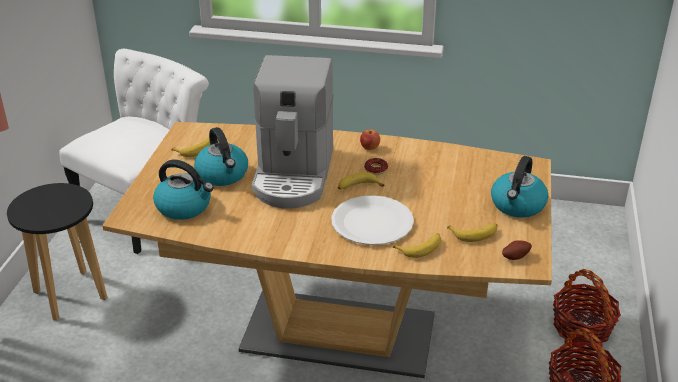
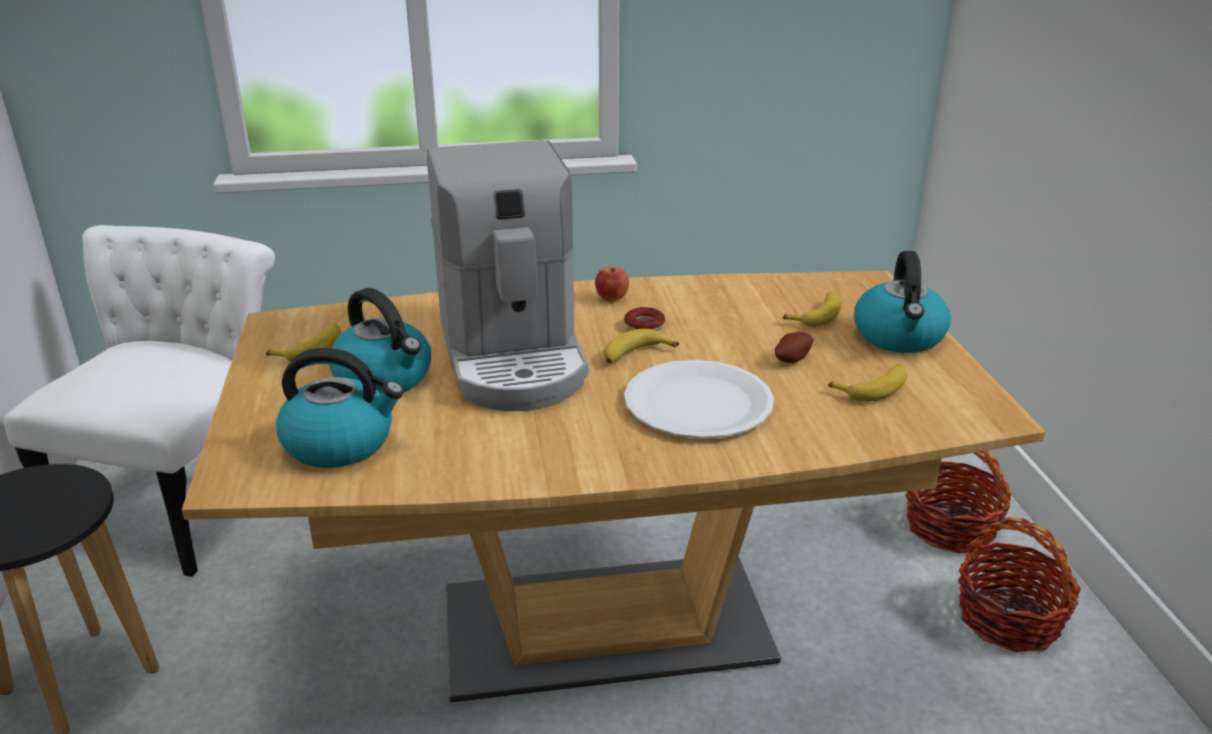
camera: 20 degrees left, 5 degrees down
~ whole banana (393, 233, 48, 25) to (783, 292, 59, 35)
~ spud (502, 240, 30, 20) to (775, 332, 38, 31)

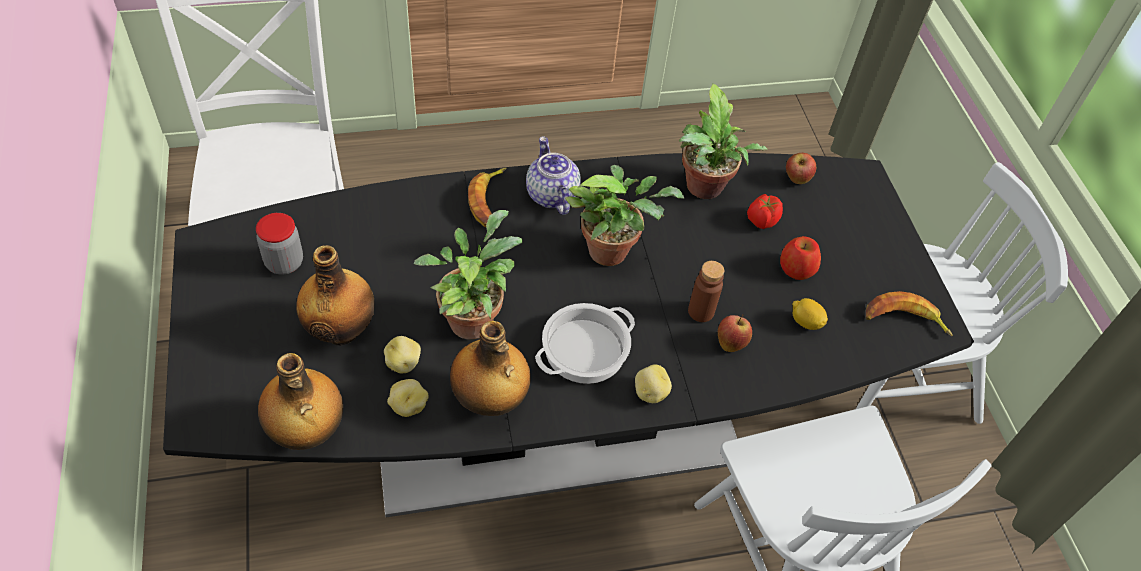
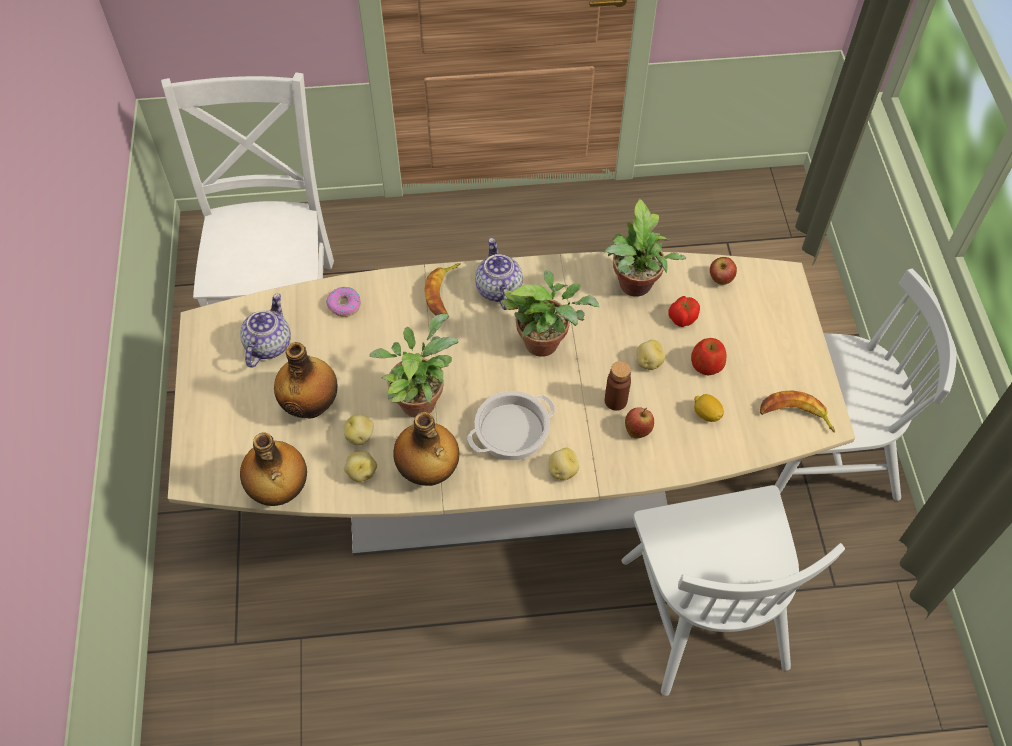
camera: 10 degrees right, 5 degrees up
~ dinner table (black-coloured) (163, 153, 811, 364) to dinner table (beige) (168, 252, 687, 304)
~ jar (256, 213, 47, 61) to tea pot (240, 293, 51, 75)
+ doughnut (326, 287, 35, 30)
+ spud (636, 340, 29, 30)

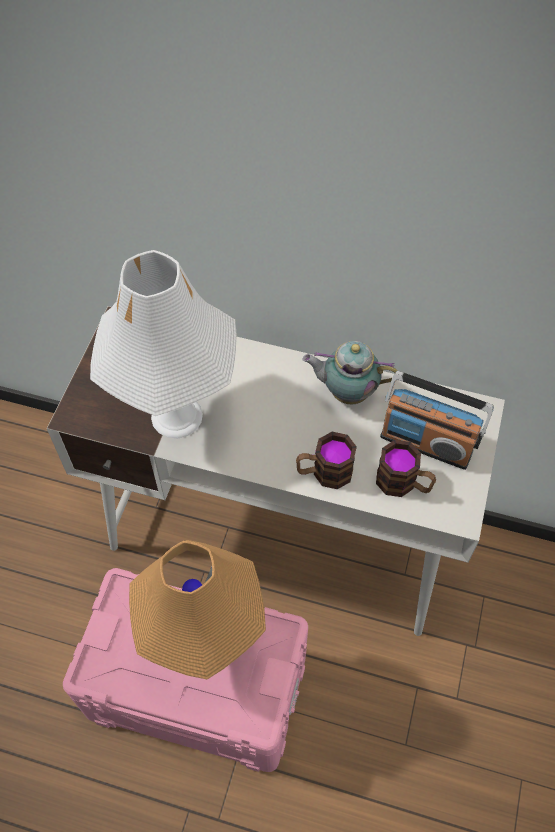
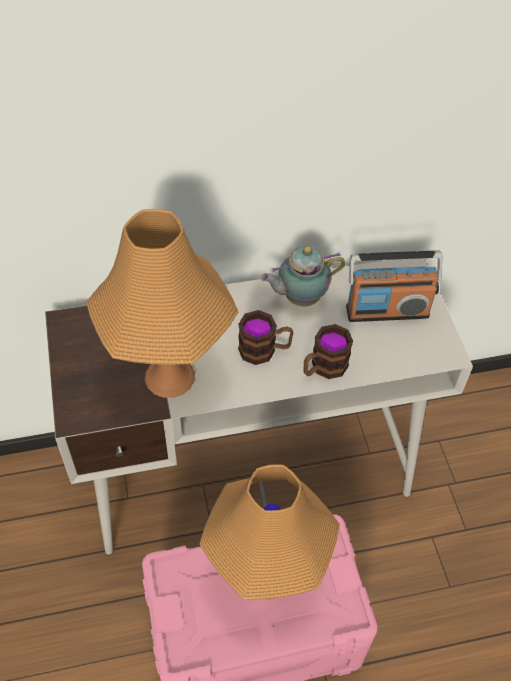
camera: 30 degrees left, 5 degrees down
~ tabletop lamp (white-coloured) (90, 250, 147, 188) to tabletop lamp (orange-coloured) (86, 209, 153, 189)
~ tea mug (376, 440, 60, 57) to (238, 310, 56, 55)

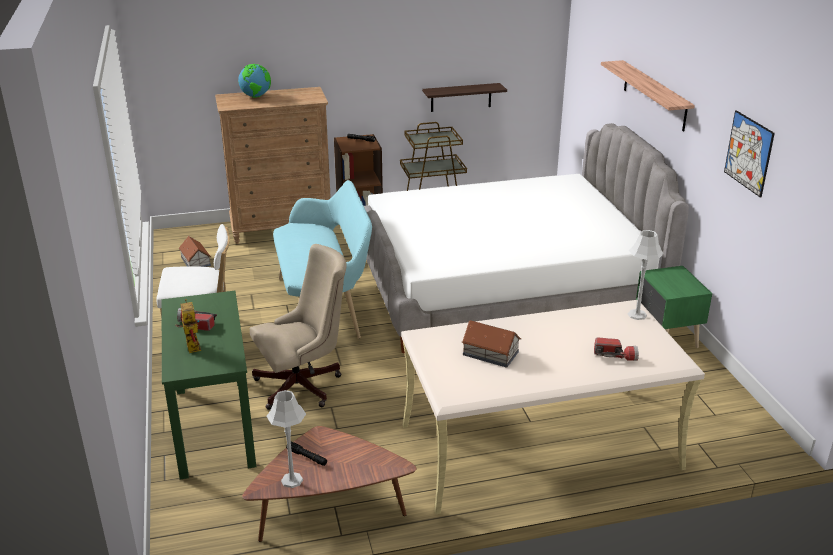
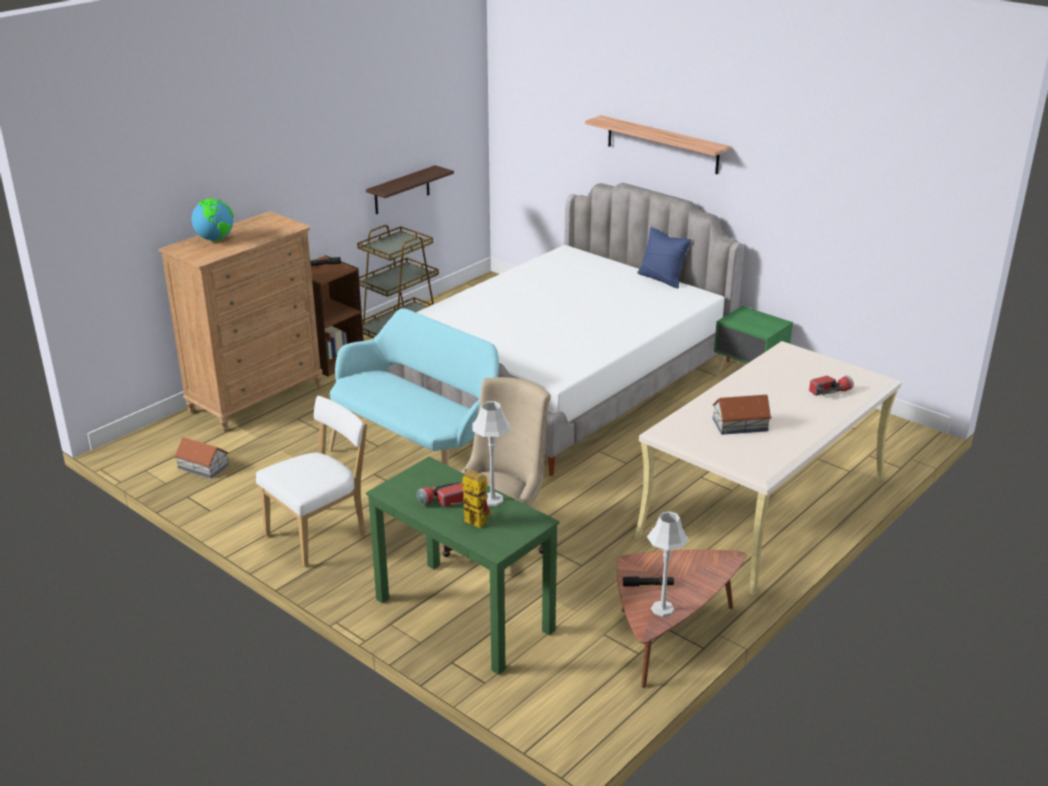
camera: 35 degrees left, 0 degrees up
~ tabletop lamp (gray) (628, 230, 36, 90) to (472, 401, 38, 105)
- wall art (724, 110, 51, 88)
+ pillow (bluish) (637, 227, 54, 61)

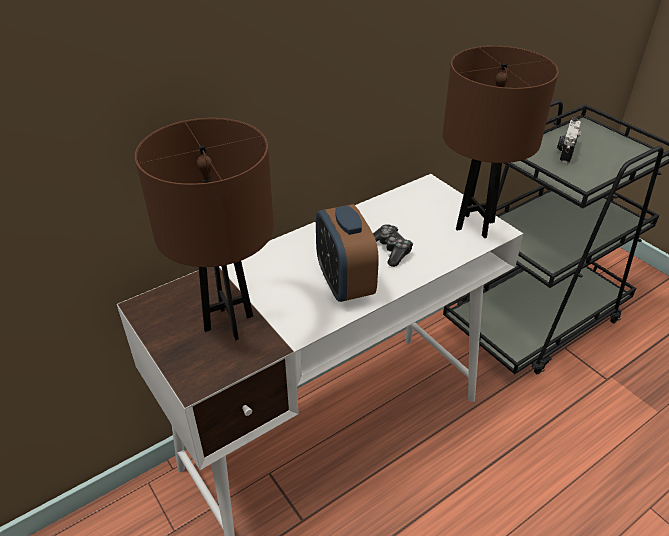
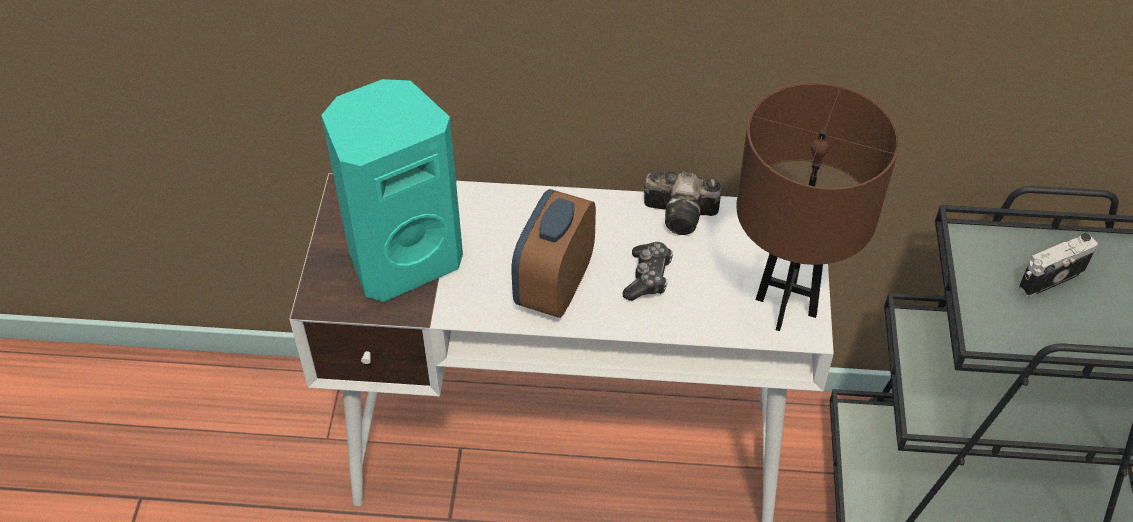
camera: 40 degrees right, 10 degrees up
~ tabletop lamp (brownish) (135, 118, 139, 222) to loudspeaker (blue-green) (321, 79, 142, 223)
+ still camera (644, 171, 78, 64)

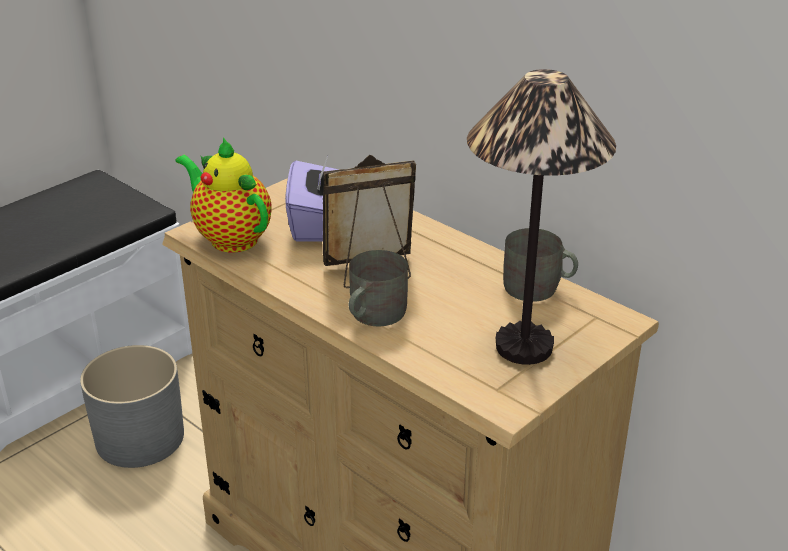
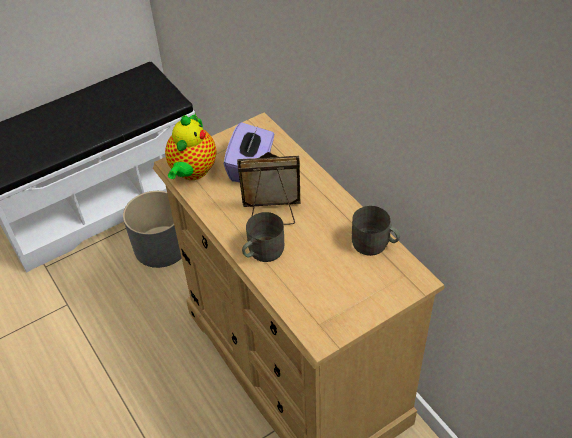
camera: 15 degrees right, 15 degrees up
~ tea pot (175, 138, 97, 114) = (165, 113, 52, 67) 135 degrees counterclockwise
- tabletop lamp (467, 69, 149, 296)

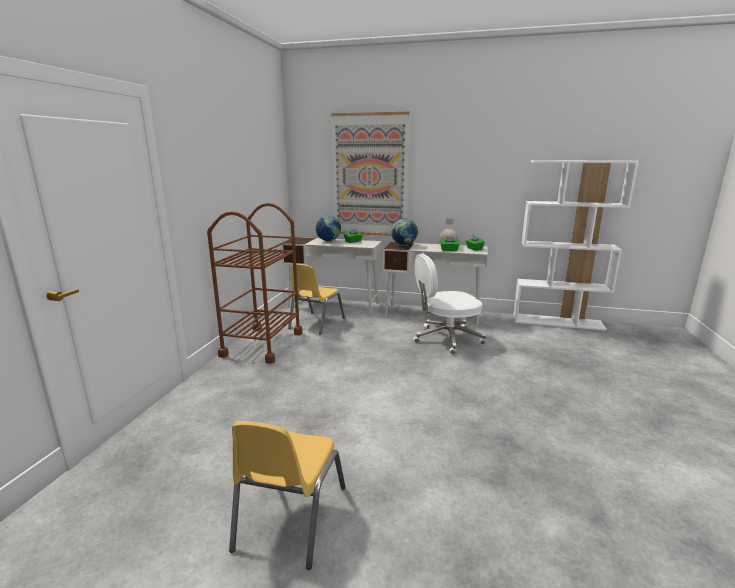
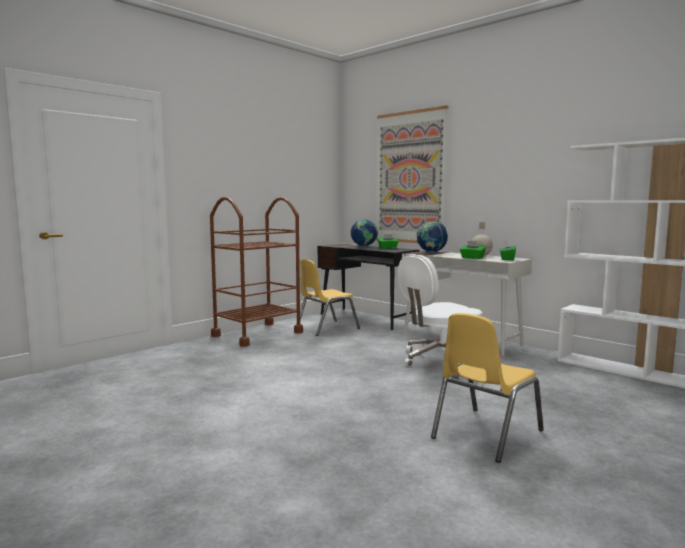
camera: 30 degrees right, 10 degrees down
~ upright chair (yellow-coloured) (229, 421, 116, 149) to (431, 313, 113, 150)
~ desk (white-coloured) (281, 237, 101, 78) to desk (black-coloured) (318, 244, 102, 86)
~ office chair (white-coloured) (414, 253, 72, 101) = (398, 254, 84, 112) 45 degrees counterclockwise

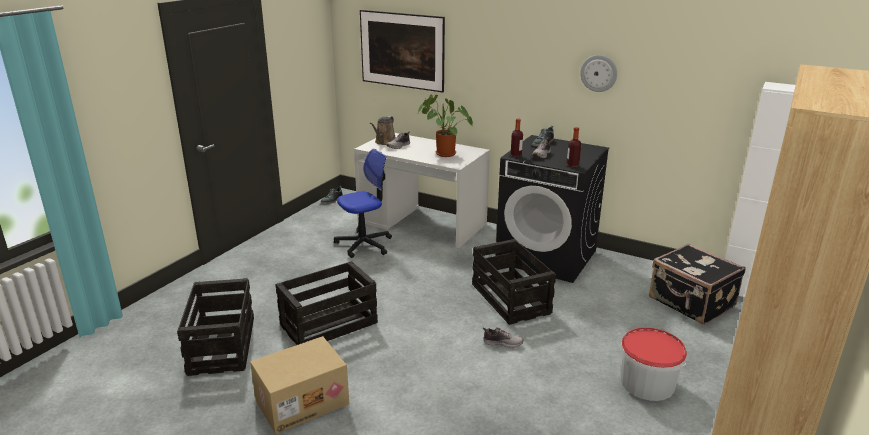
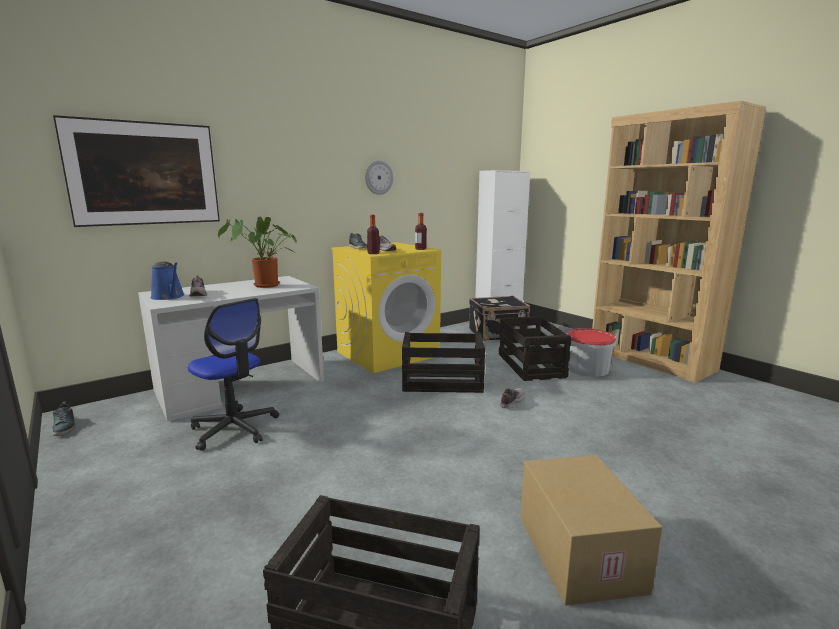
camera: 65 degrees left, 10 degrees down
~ packing crate (275, 261, 103, 84) to (499, 316, 73, 65)
~ office chair (334, 148, 58, 110) = (188, 298, 91, 153) 135 degrees clockwise
~ watering can (brownish) (370, 116, 26, 29) to watering can (bluish) (151, 262, 33, 38)
~ laundry machine (black-coloured) (495, 135, 114, 148) to laundry machine (yellow-coloured) (331, 242, 110, 131)

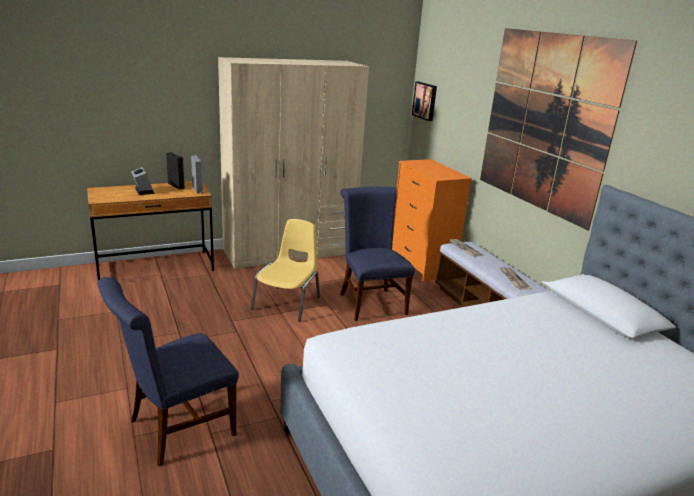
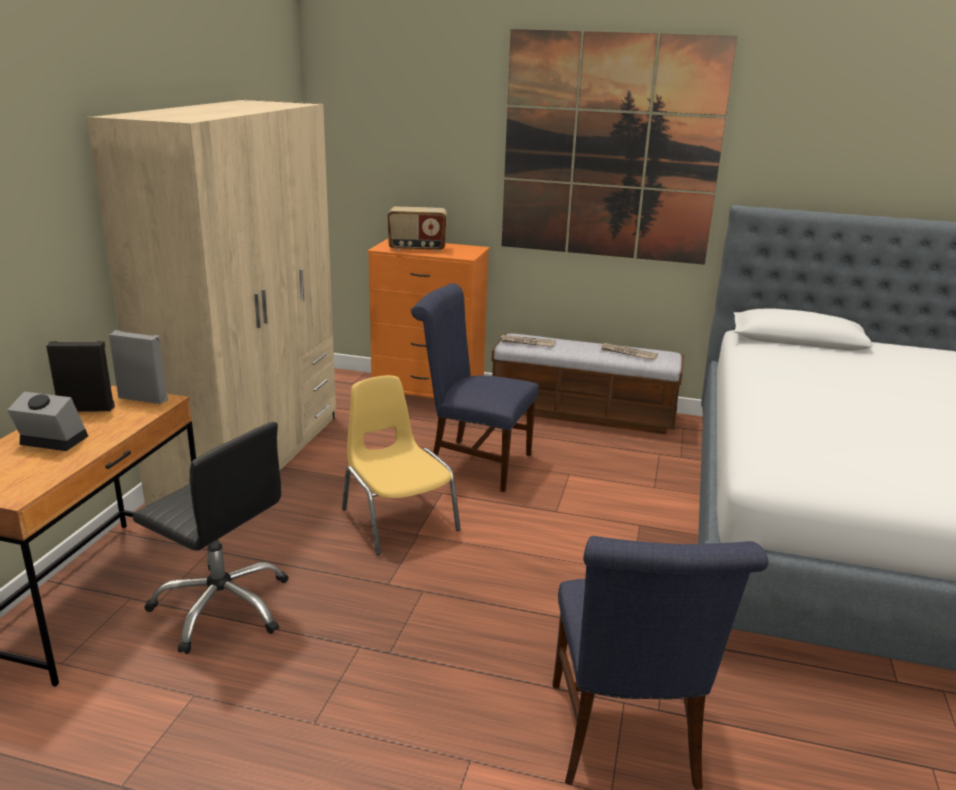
camera: 50 degrees left, 0 degrees up
- wall art (412, 81, 25, 40)
+ office chair (black-coloured) (132, 422, 156, 232)
+ radio (387, 206, 60, 46)

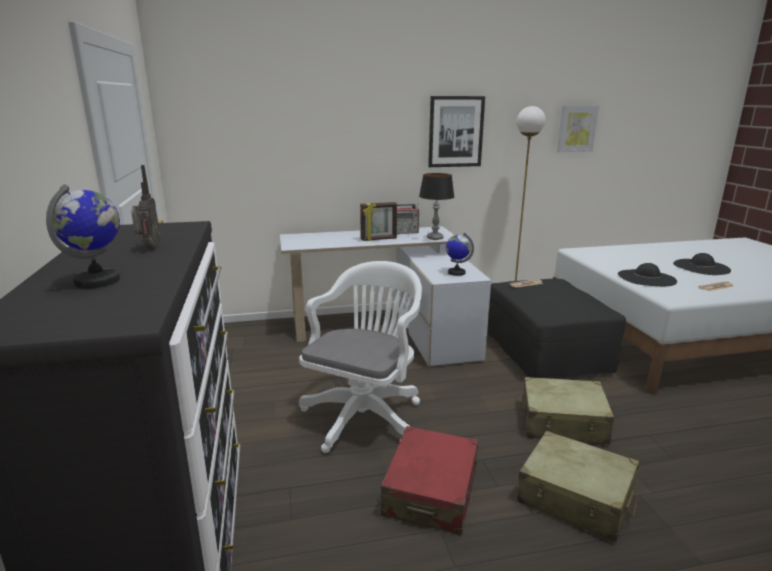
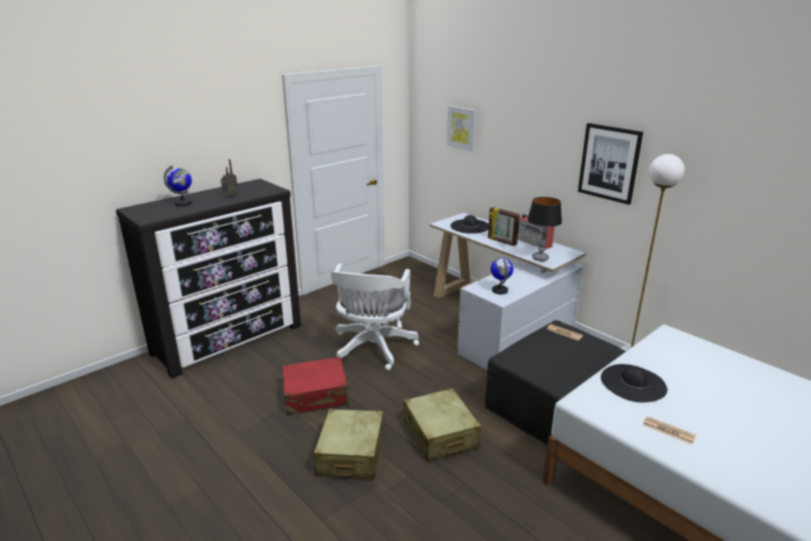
camera: 60 degrees right, 5 degrees up
~ office chair (white-coloured) (299, 261, 123, 192) = (331, 264, 88, 106) 105 degrees clockwise
~ wall art (557, 106, 42, 46) to (447, 106, 29, 45)
~ hat (black-coloured) (673, 253, 58, 22) to (451, 215, 38, 19)

